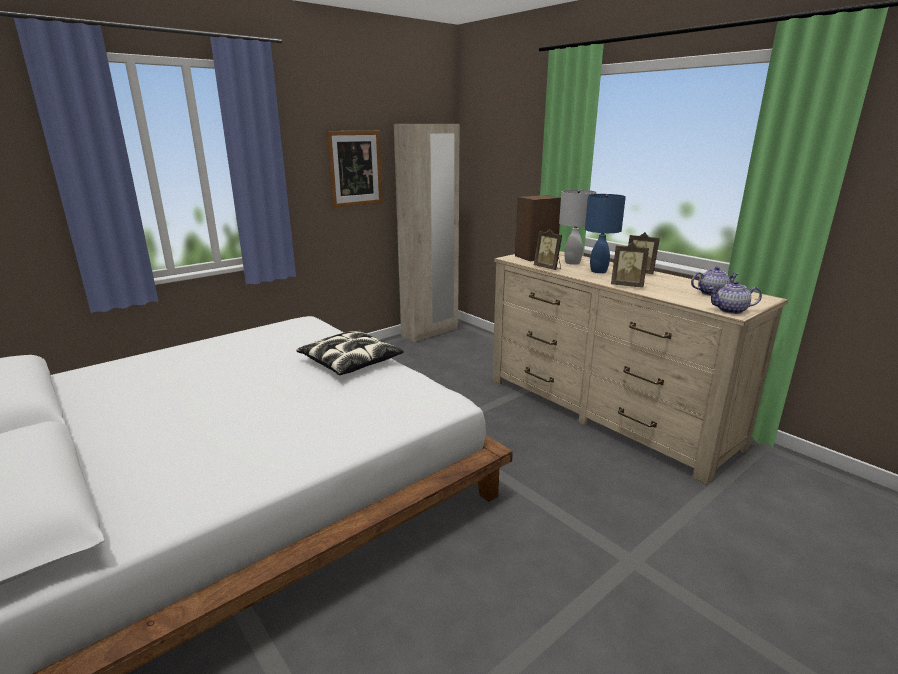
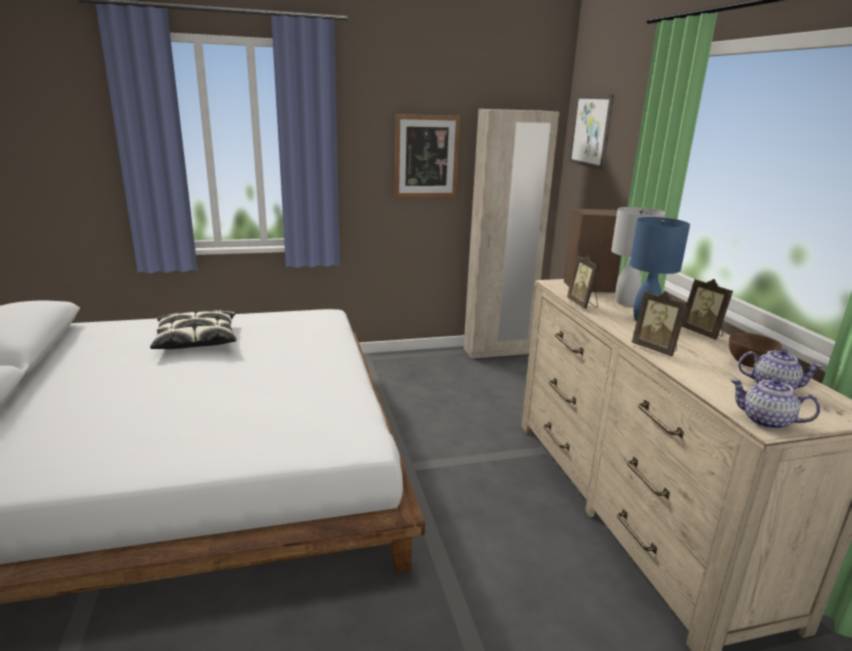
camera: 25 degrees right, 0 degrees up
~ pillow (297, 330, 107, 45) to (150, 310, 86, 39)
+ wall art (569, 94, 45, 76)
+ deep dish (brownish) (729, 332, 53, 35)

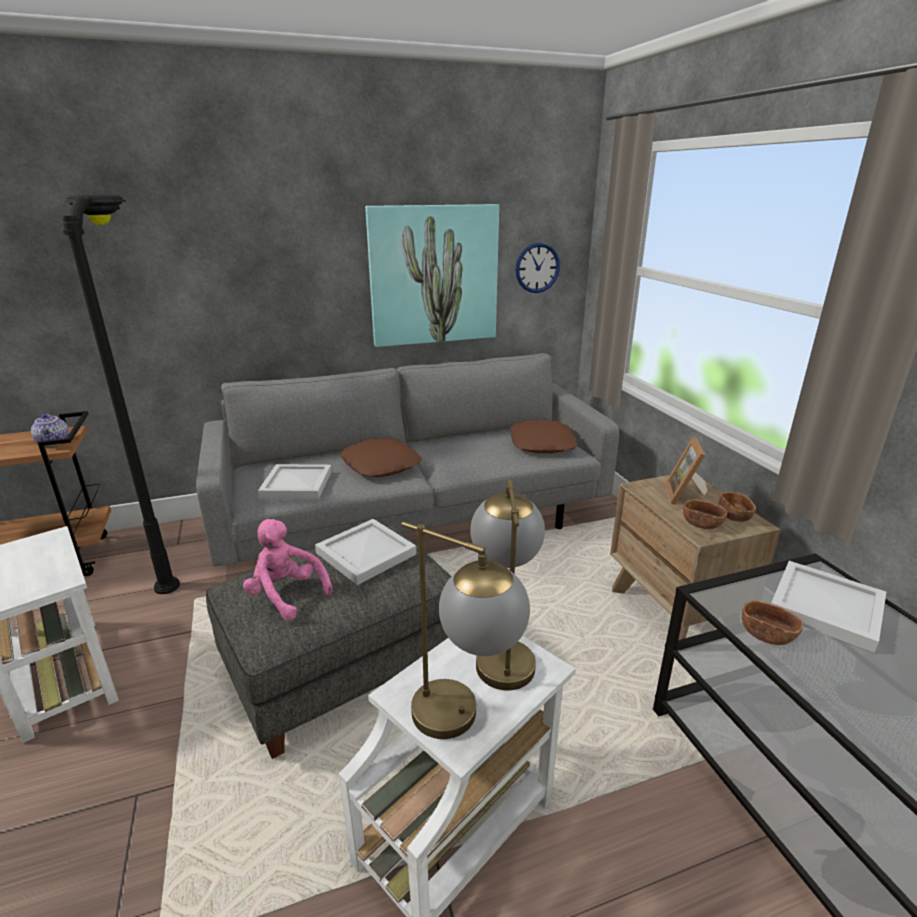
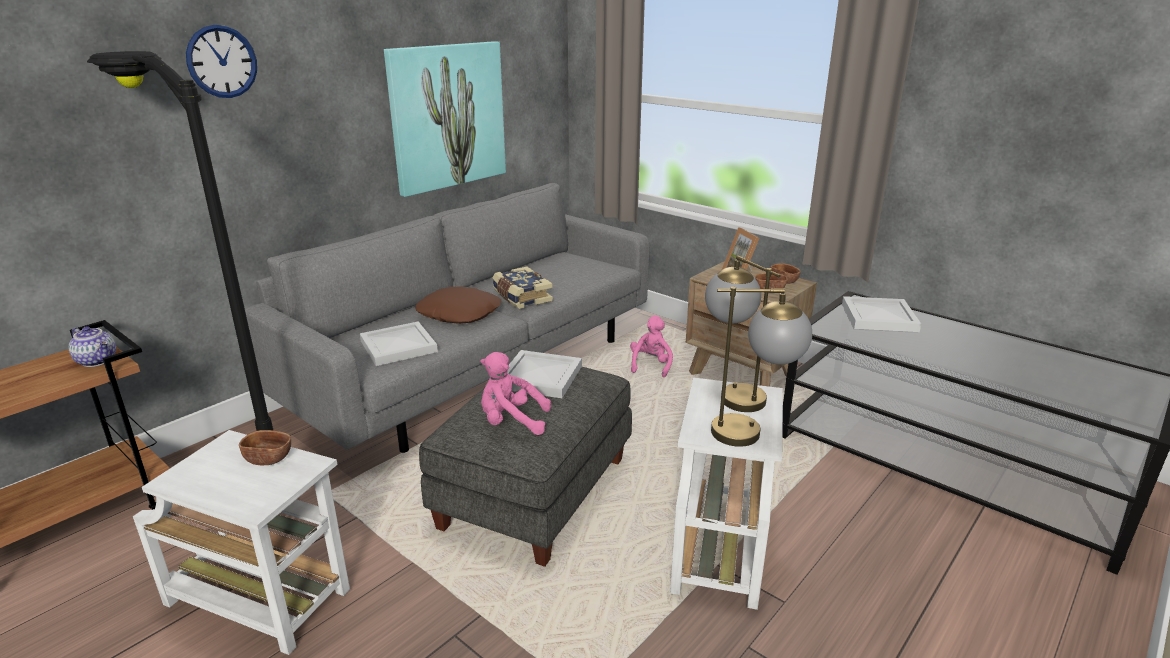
camera: 30 degrees left, 0 degrees up
- pillow (brownish) (510, 419, 67, 34)
~ clock on the wall (515, 243, 45, 50) to (186, 25, 71, 73)
~ deep dish (brownish) (742, 600, 61, 45) to (239, 430, 52, 35)
+ bound book (493, 267, 60, 42)
+ plush toy (pink-coloured) (630, 315, 43, 62)

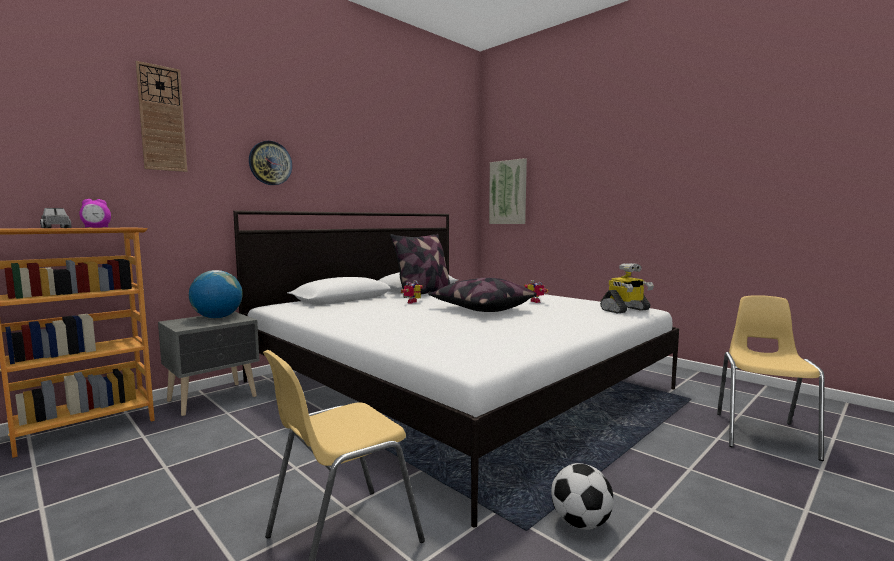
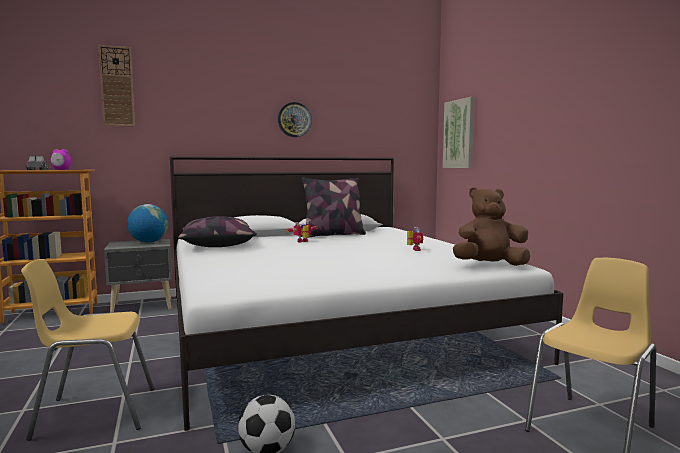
camera: 25 degrees right, 0 degrees up
~ clock on the wall (249, 141, 43, 44) to (278, 102, 34, 35)
~ pillow (428, 277, 109, 35) to (178, 216, 79, 31)
~ robot figure (600, 263, 54, 51) to plush toy (brownish) (453, 187, 77, 79)

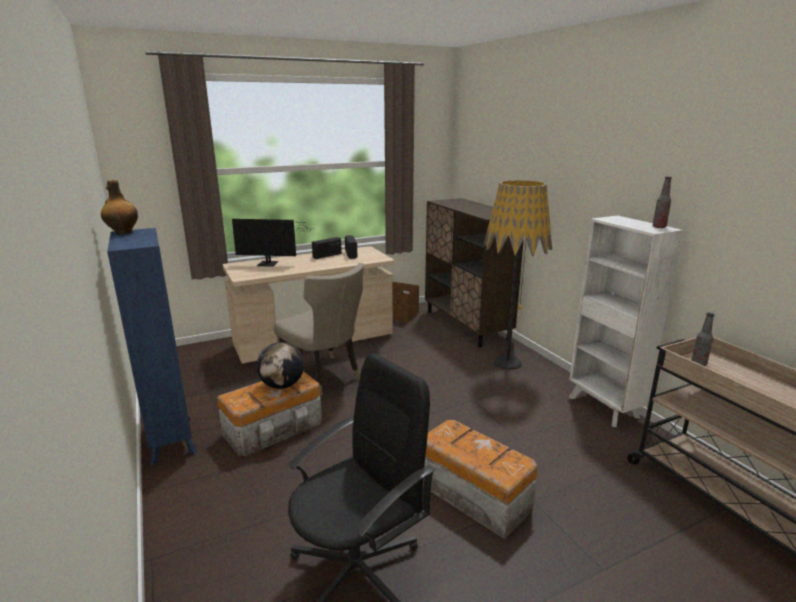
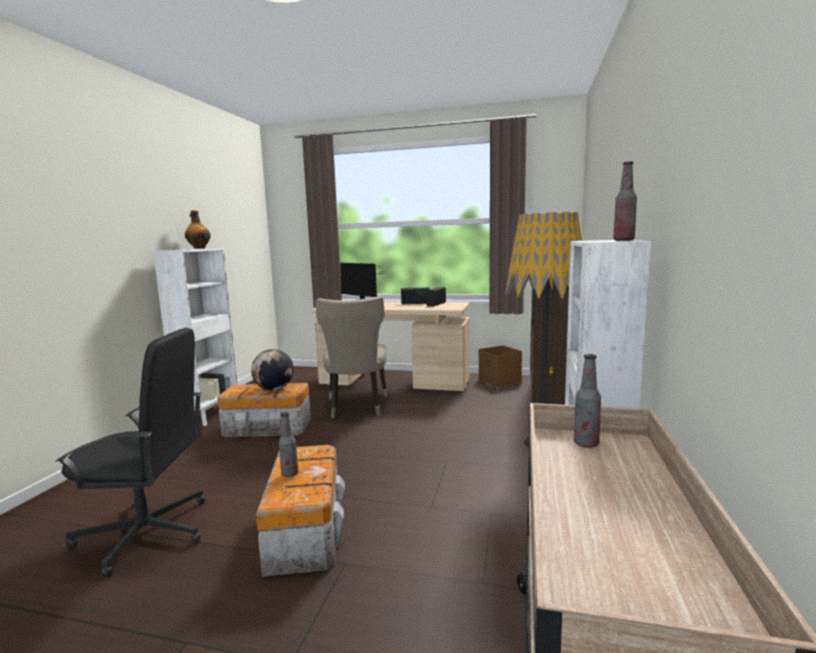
camera: 40 degrees right, 10 degrees down
~ bookcase (bluish) (107, 228, 90, 237) to bookcase (white-coloured) (153, 248, 85, 178)
+ drink bottle (279, 412, 19, 65)

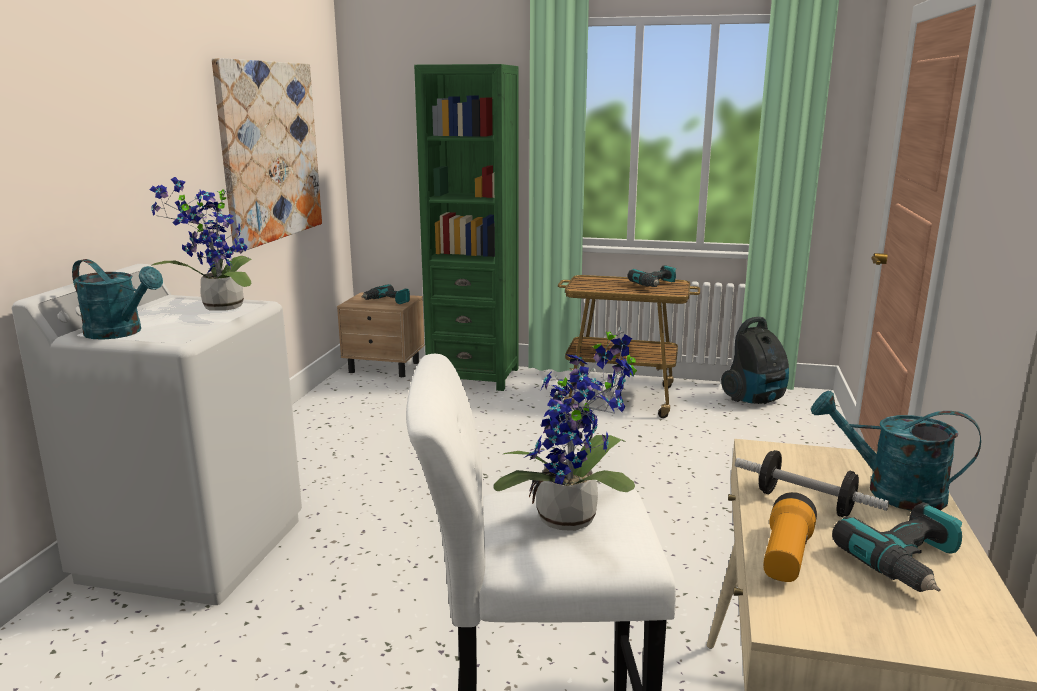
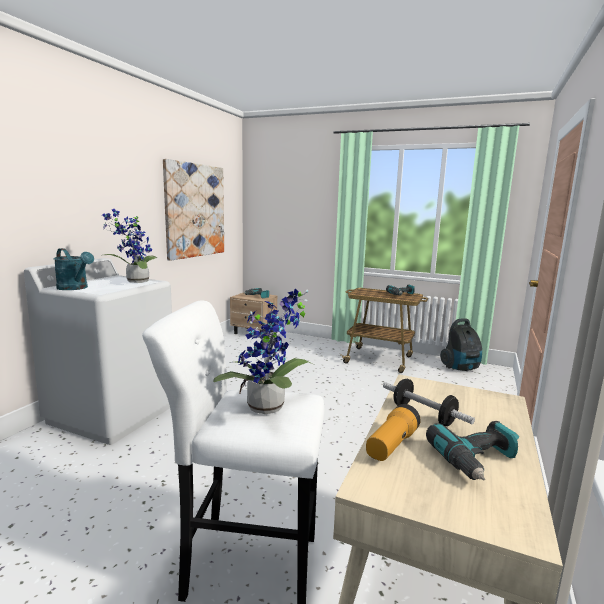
camera: 10 degrees right, 5 degrees down
- bookcase (green) (414, 64, 105, 327)
- watering can (blue-green) (811, 391, 170, 120)

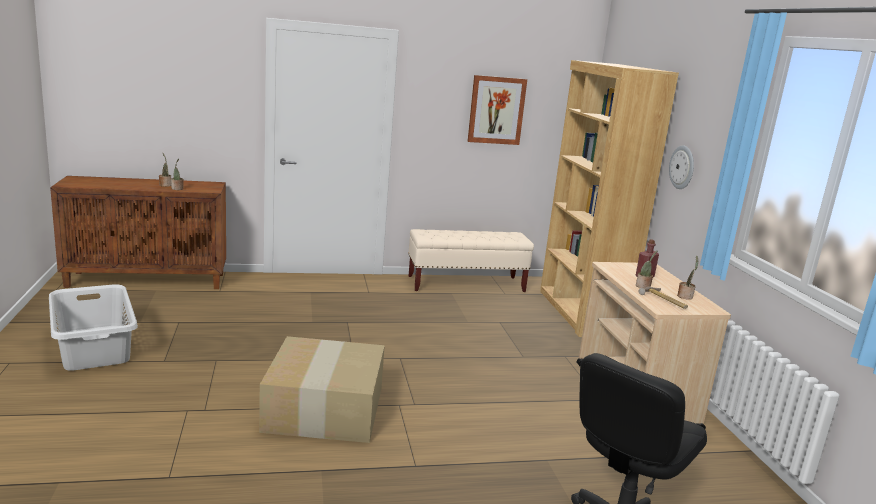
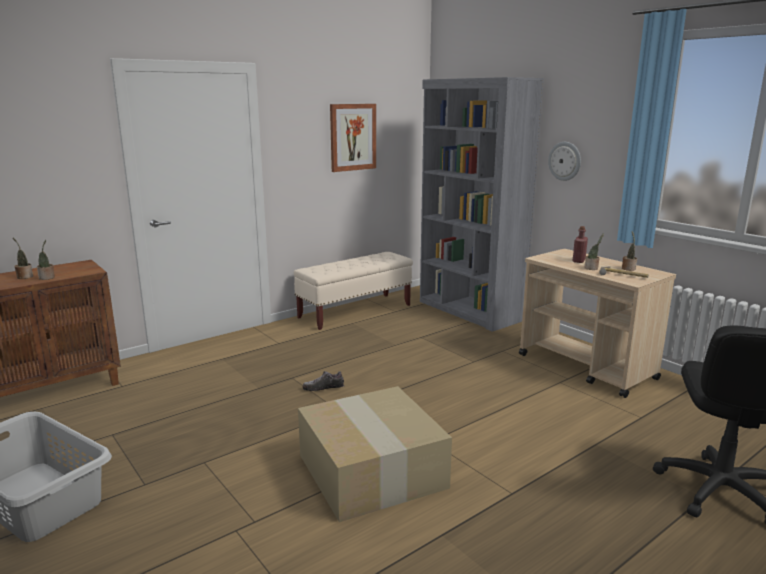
camera: 25 degrees left, 0 degrees up
~ bookcase (brownish) (540, 60, 139, 277) to bookcase (gray) (420, 77, 124, 255)
+ item of footwear (303, 371, 41, 20)

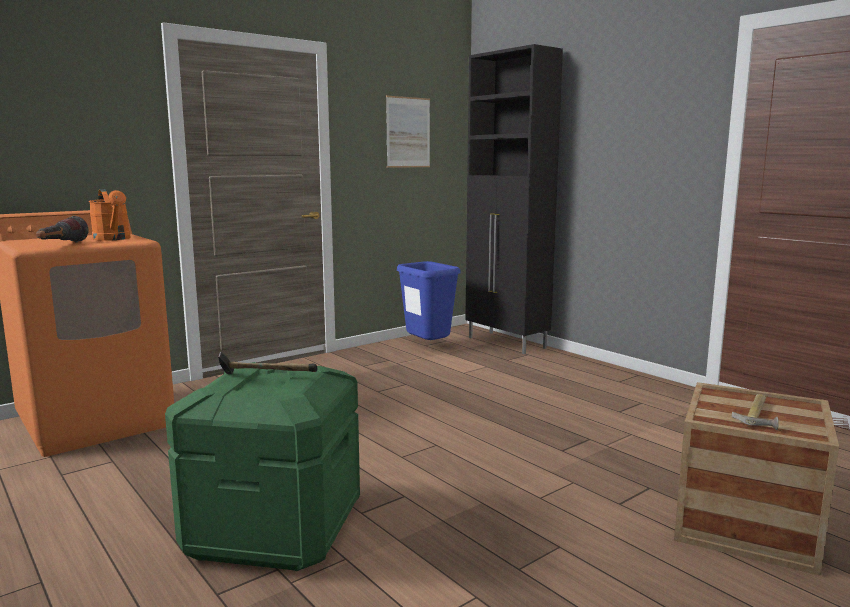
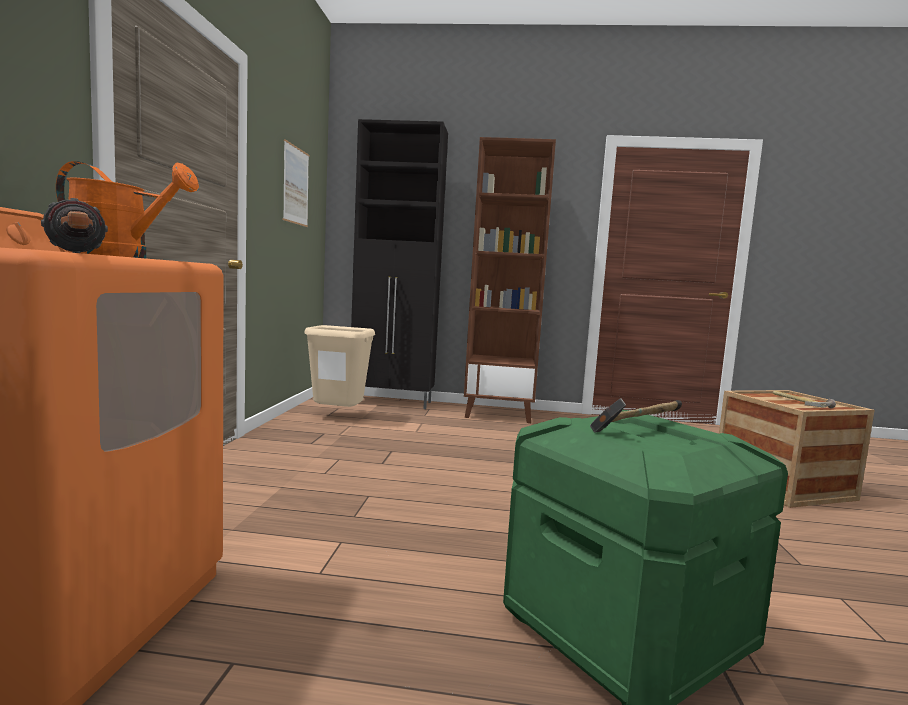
camera: 45 degrees left, 5 degrees down
~ rubbish bin (bluish) (397, 261, 63, 79) to rubbish bin (beige) (305, 325, 70, 82)
+ bookcase (brownish) (464, 137, 92, 286)

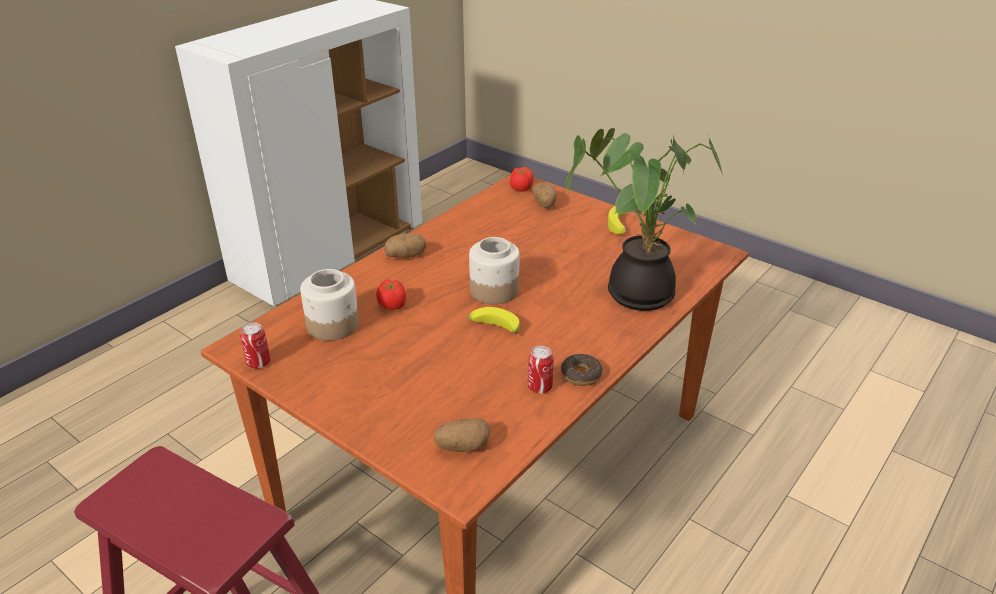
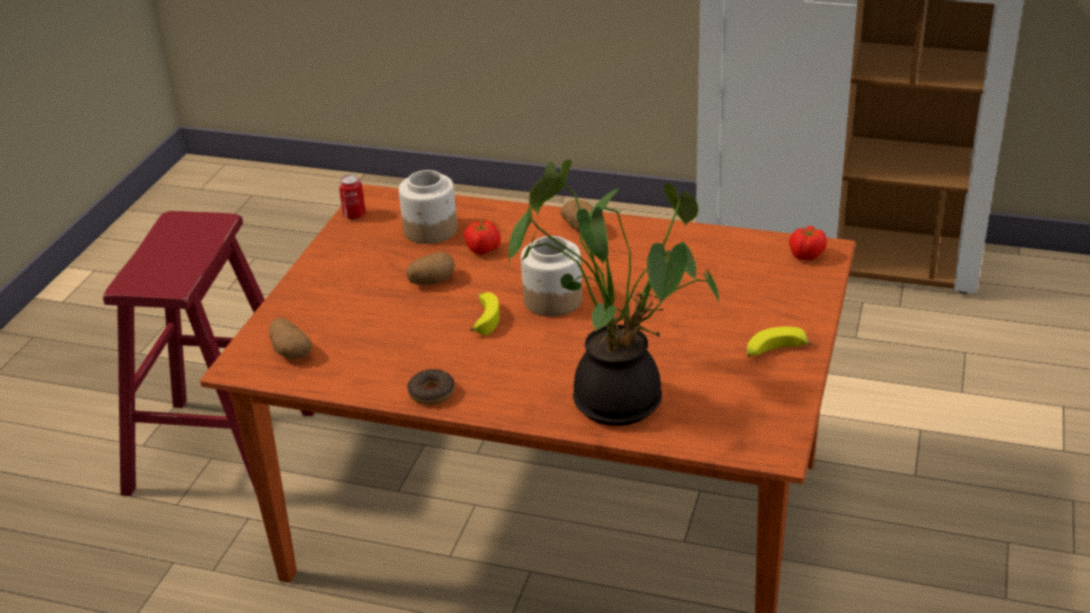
camera: 70 degrees right, 0 degrees up
- metal can (528, 346, 26, 48)
~ spud (532, 182, 25, 26) to (406, 252, 49, 33)

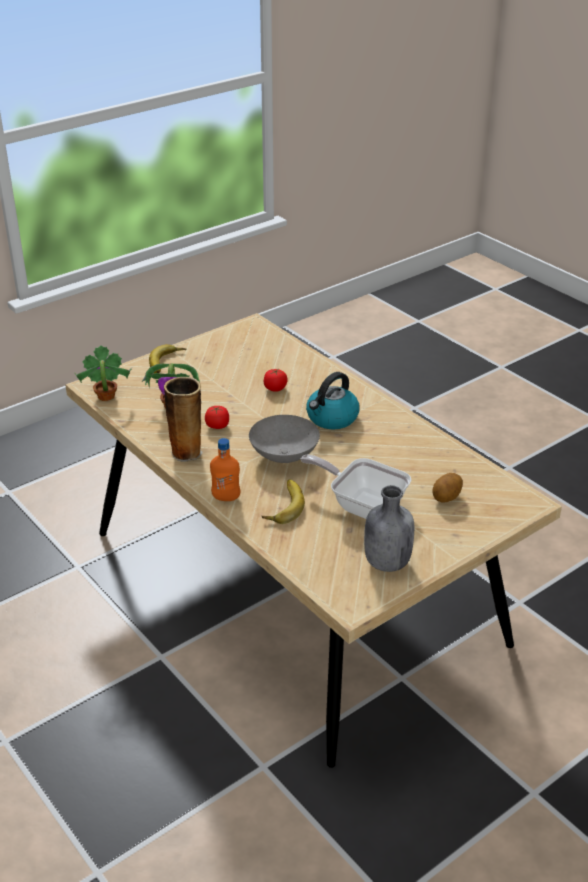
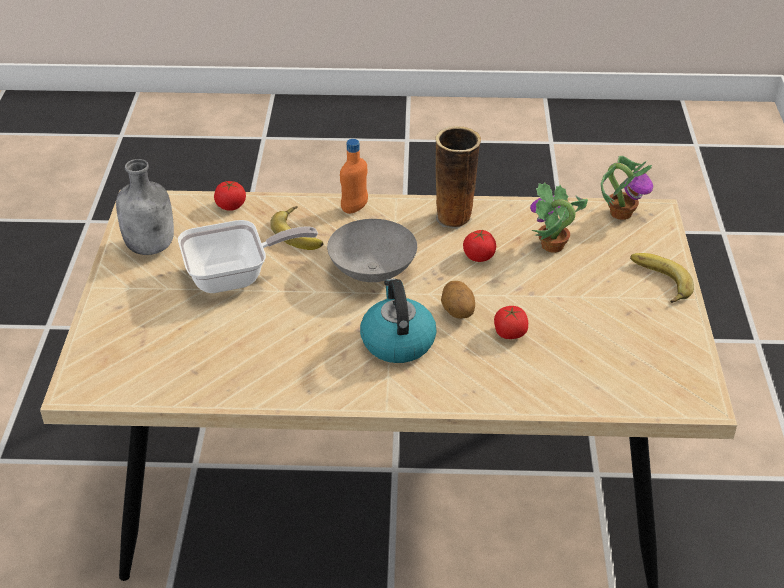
camera: 130 degrees right, 5 degrees up
~ spud (432, 473, 31, 30) to (441, 281, 34, 38)
+ whole tomato (214, 181, 32, 30)

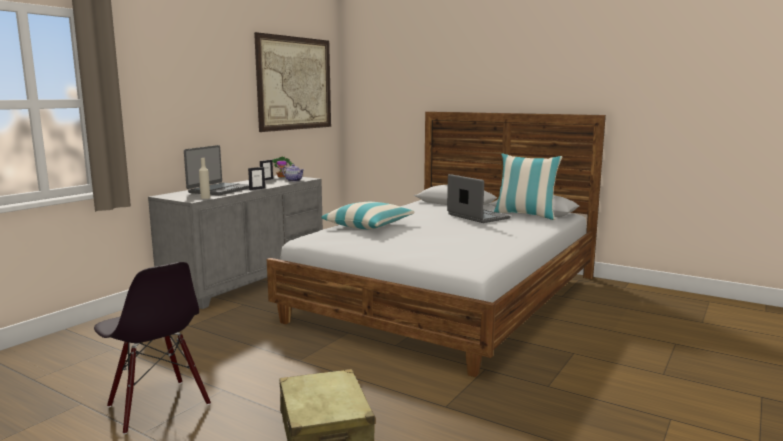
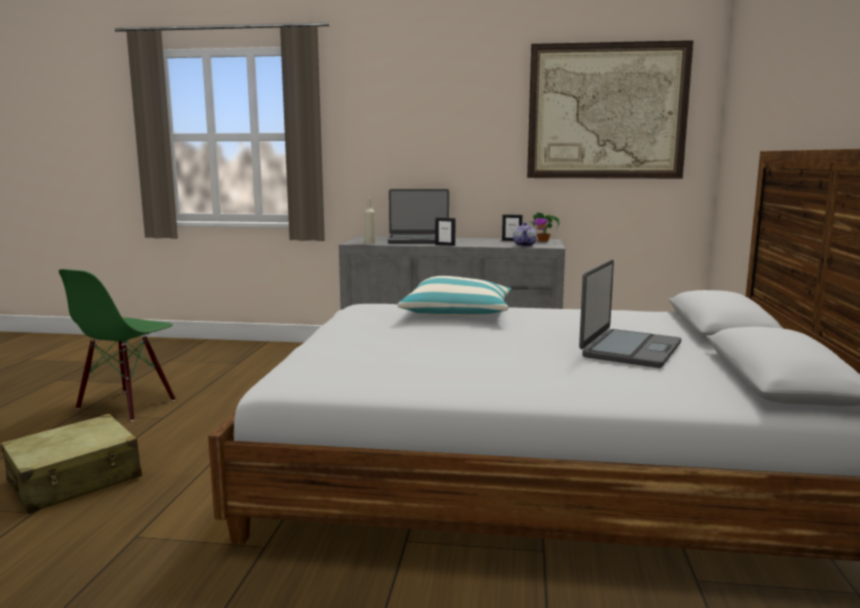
camera: 65 degrees right, 0 degrees up
~ upright chair (black-coloured) (94, 262, 117, 172) to upright chair (green) (59, 269, 117, 152)
- pillow (494, 154, 68, 66)

